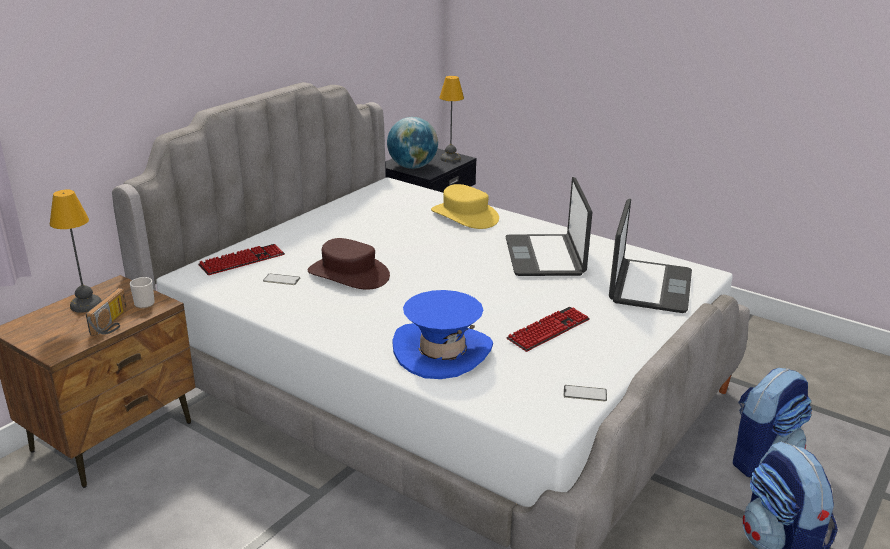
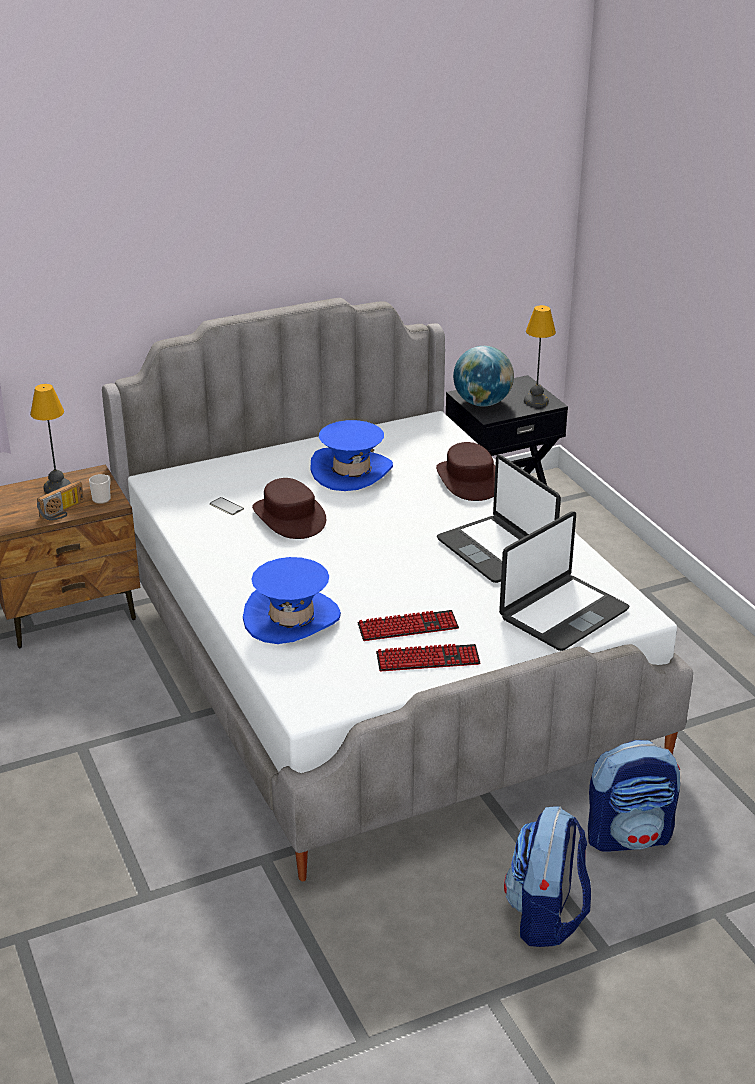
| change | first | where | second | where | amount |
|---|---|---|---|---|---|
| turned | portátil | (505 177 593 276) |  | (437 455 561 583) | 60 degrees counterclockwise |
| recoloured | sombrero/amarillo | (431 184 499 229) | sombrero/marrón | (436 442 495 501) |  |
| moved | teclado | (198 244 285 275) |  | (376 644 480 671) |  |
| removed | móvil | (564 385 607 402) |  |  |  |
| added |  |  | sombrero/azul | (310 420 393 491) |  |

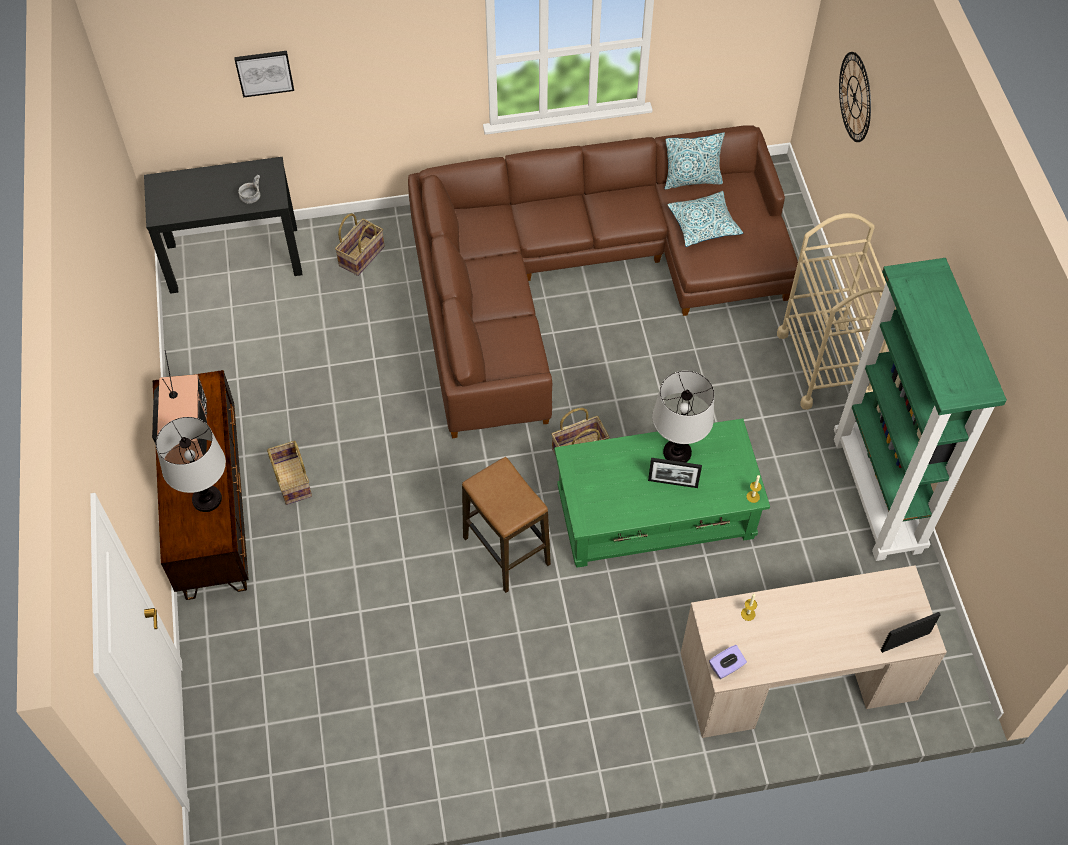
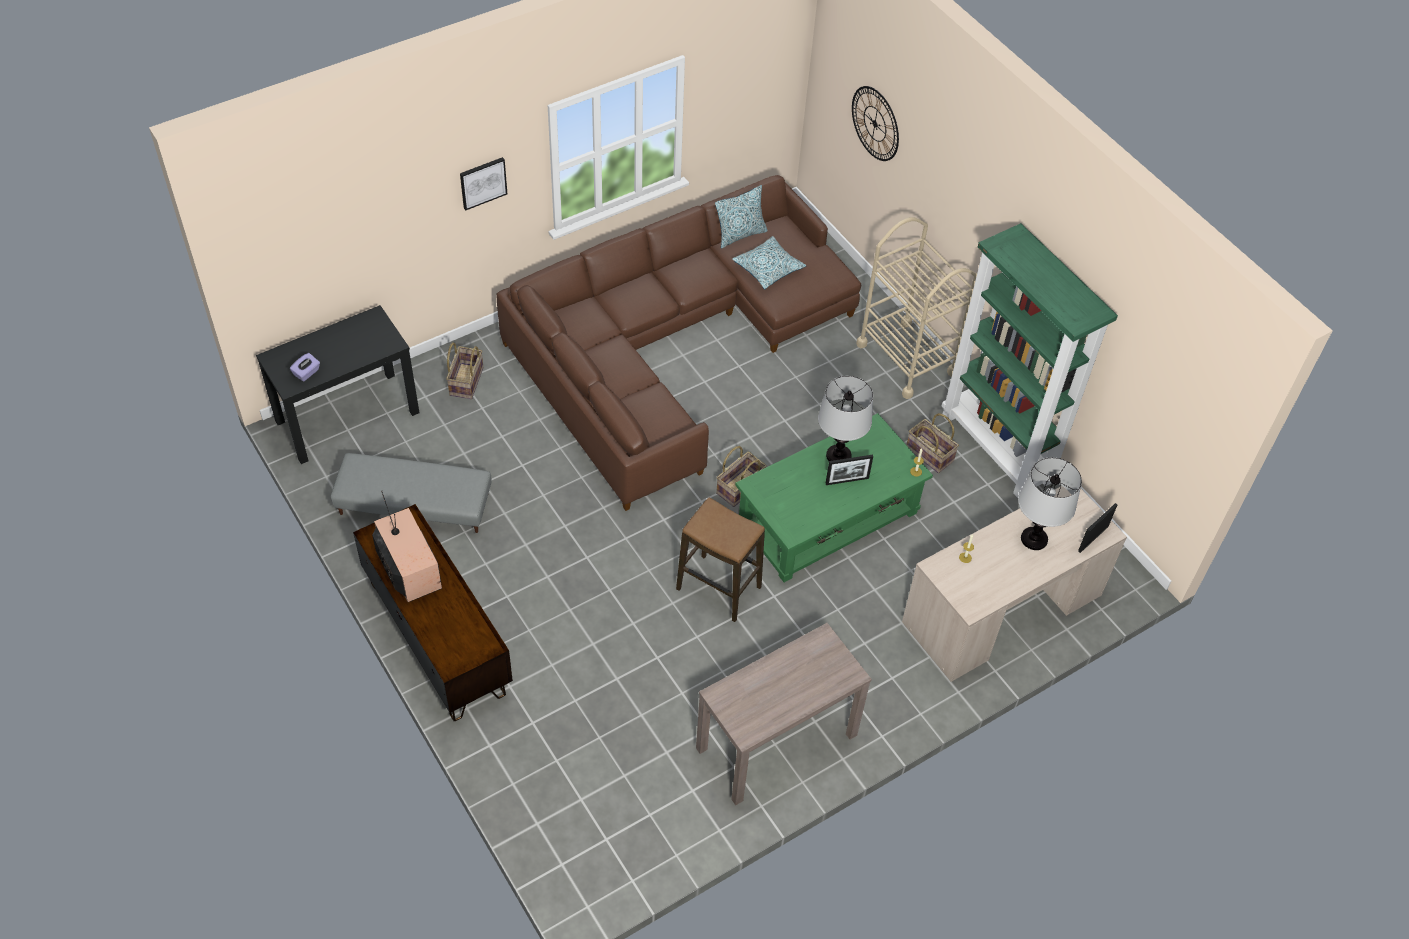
| change | first | where | second | where | amount |
|---|---|---|---|---|---|
| moved | cuadro | (234 51 294 98) |  | (460 157 507 210) |  |
| removed | cuenco/gris | (238 175 260 204) |  |  |  |
| moved | lámpara de mesa | (156 417 226 512) |  | (1018 457 1082 550) |  |
| moved | cesta | (267 441 312 505) |  | (907 413 959 473) |  |
| moved | caja de pañuelos/morado | (709 645 747 679) |  | (290 353 320 382) |  |
| added |  |  | puf/gris | (331 453 492 533) |  |
| added |  |  | mesa consola/marrón | (696 623 872 805) |  |

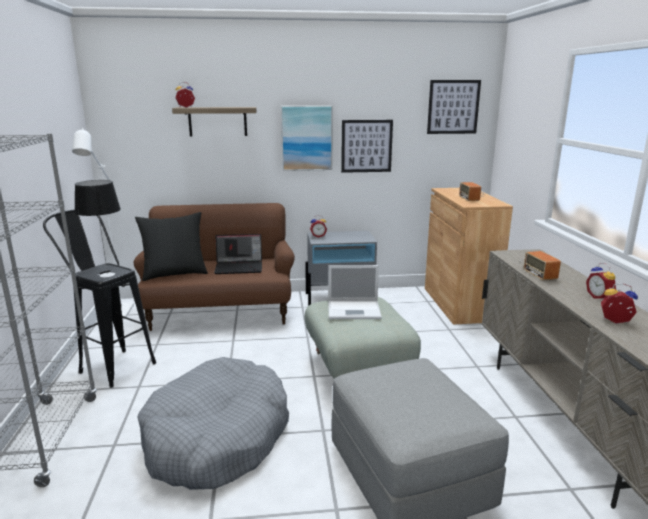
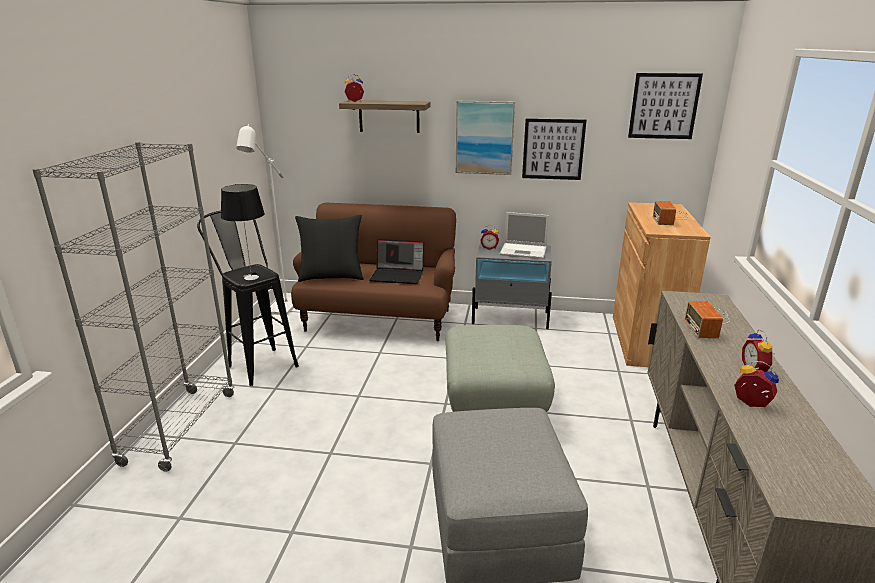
| change | first | where | second | where | amount |
|---|---|---|---|---|---|
| moved | portátil | (328 265 382 319) |  | (500 212 549 259) |  |
| removed | cama para perro/gris | (138 357 289 490) |  |  |  |

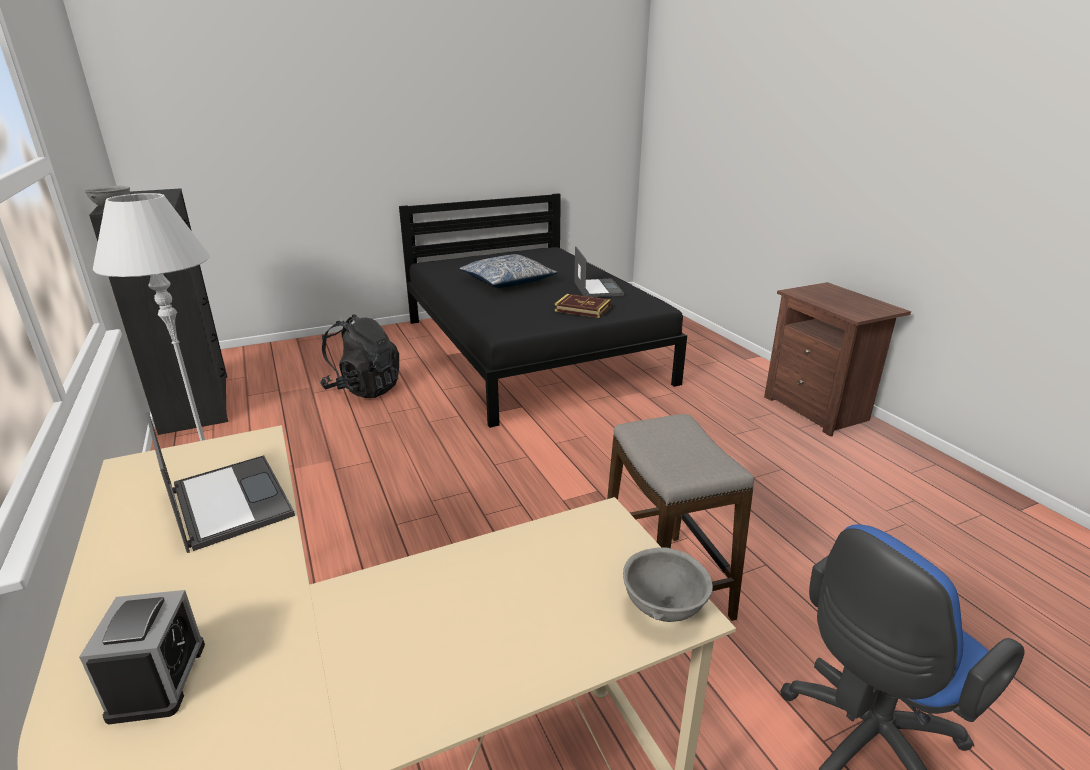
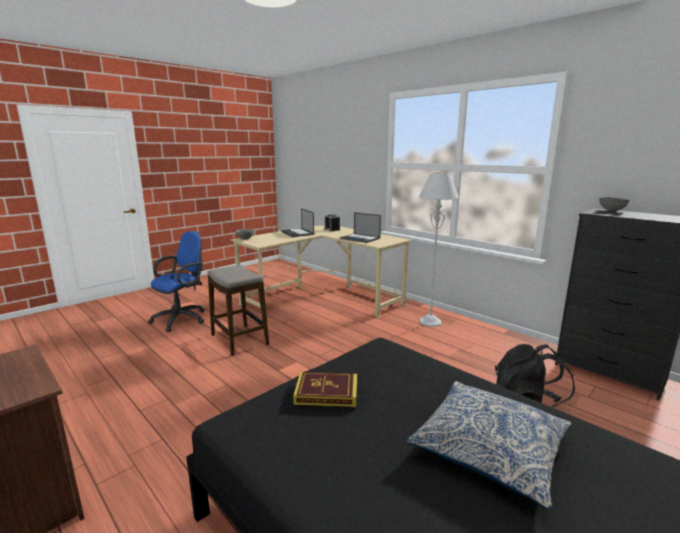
| change | first | where | second | where | amount |
|---|---|---|---|---|---|
| moved | portátil | (574 246 624 297) |  | (281 208 314 237) |  |

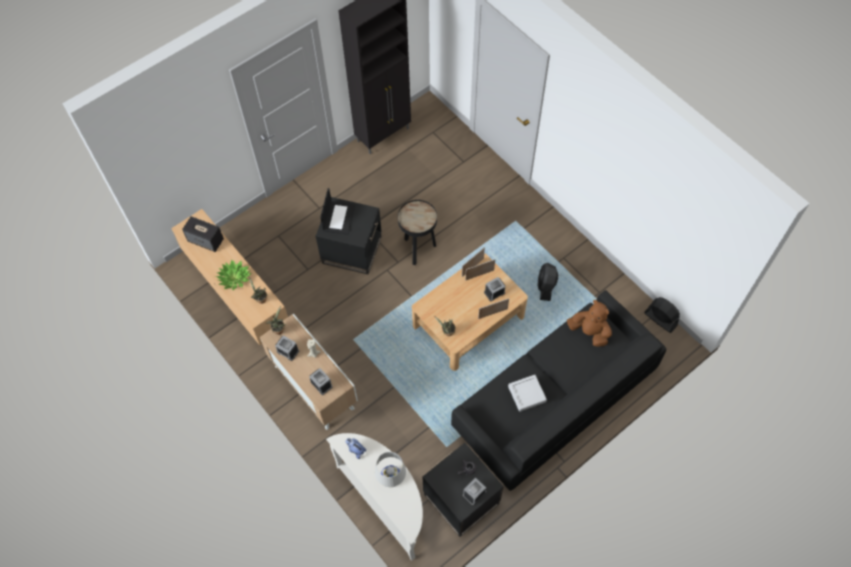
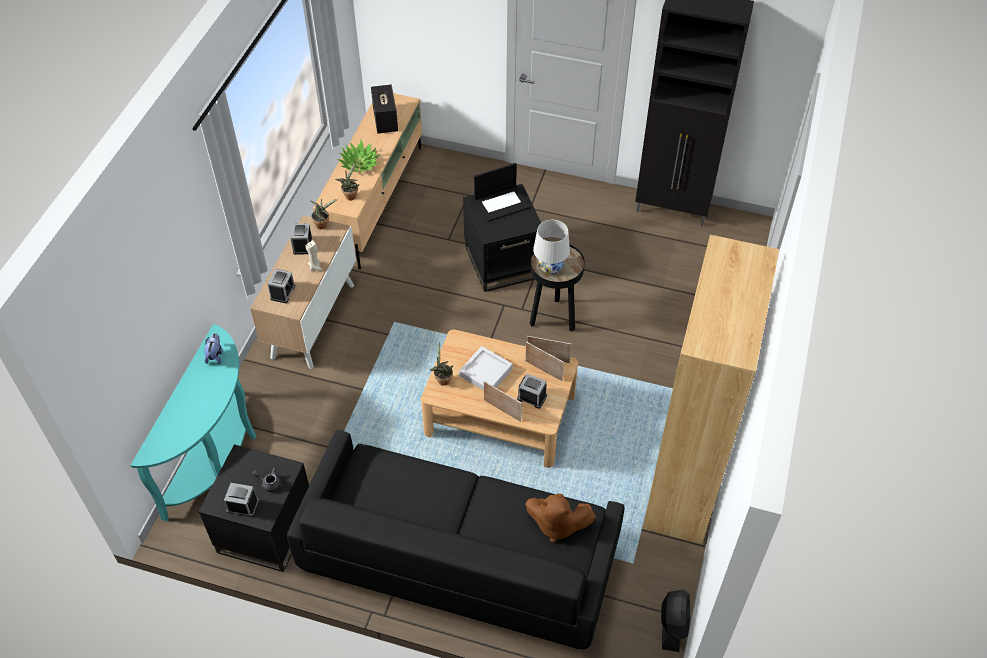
| change | first | where | second | where | amount |
|---|---|---|---|---|---|
| removed | ventilador/negro | (537 263 558 301) |  |  |  |
| turned | peluche/marrón | (567 300 612 347) |  | (525 493 596 542) | 105 degrees clockwise |
| moved | bandeja/gris | (508 375 547 412) |  | (459 346 513 391) |  |
| recoloured | mesa consola/blanco | (326 433 423 561) | mesa consola/turquesa | (131 324 256 522) |  |
| moved | lámpara de mesa/blanco | (375 452 406 487) |  | (533 220 570 274) |  |
| added |  |  | estantería/marrón | (643 235 779 544) |  |

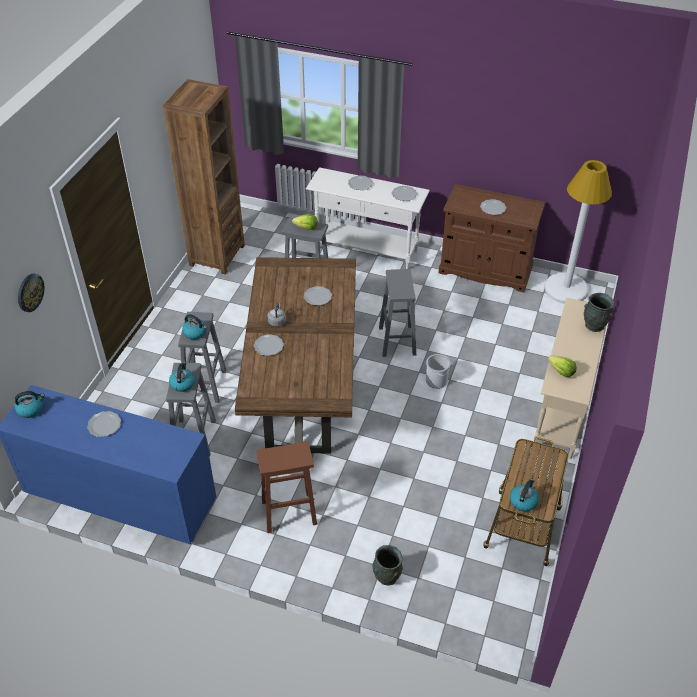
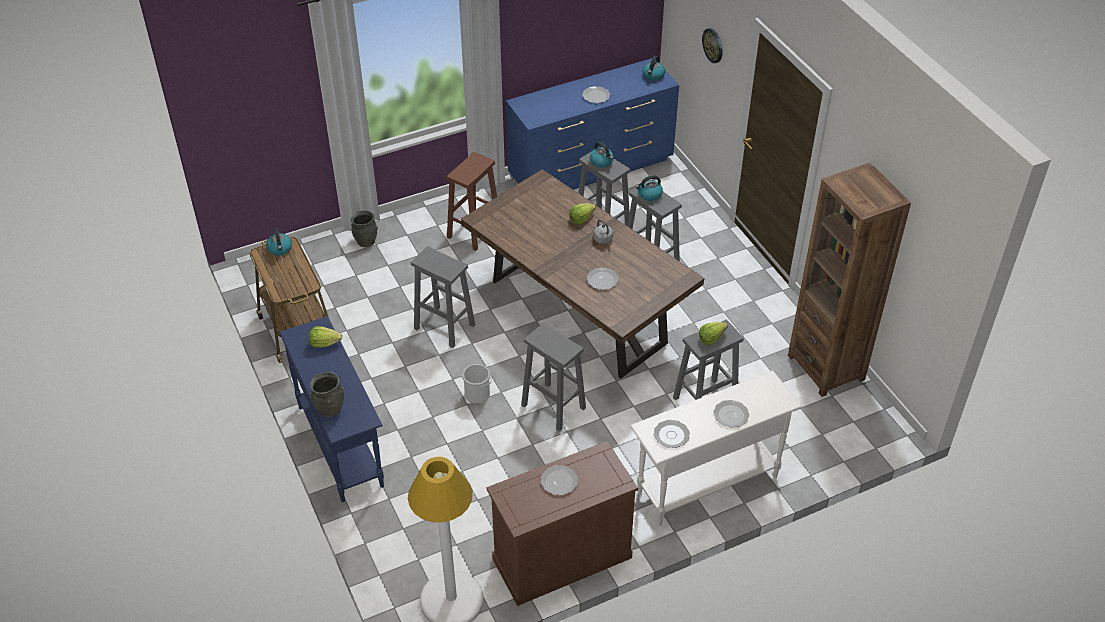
| change | first | where | second | where | amount |
|---|---|---|---|---|---|
| recoloured | mesa consola/beis | (534 298 607 459) | mesa consola/azul | (279 316 384 502) |  |
| replaced | plato | (254 334 284 356) | lechuga | (569 203 596 225) |  |
| added |  |  | taburete/gris | (411 246 475 348) |  |

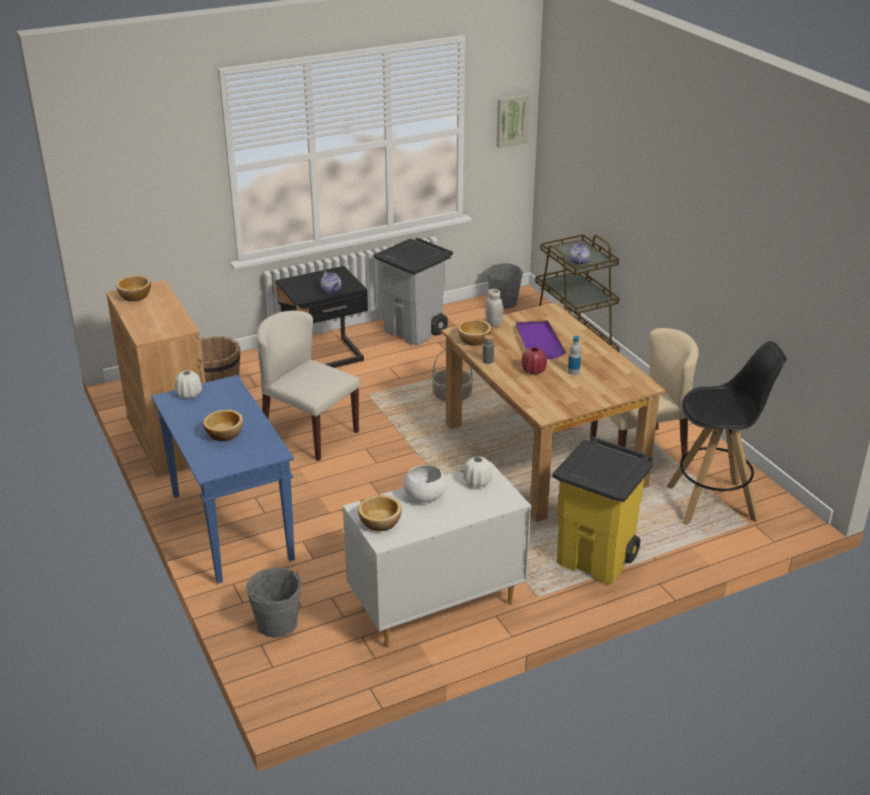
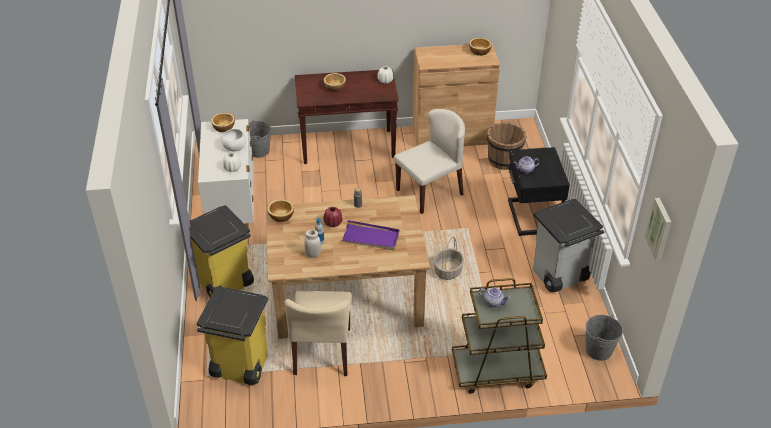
| change | first | where | second | where | amount |
|---|---|---|---|---|---|
| moved | tarro/blanco | (485 289 503 327) |  | (304 230 321 258) |  |
| moved | cuenco | (458 319 491 346) |  | (267 199 294 222) |  |
| replaced | taburete/negro | (666 341 787 525) | papelera/amarillo | (196 287 268 385) |  |
| recoloured | mesa consola/azul | (152 375 295 584) | mesa consola/marrón | (295 70 399 164) |  |

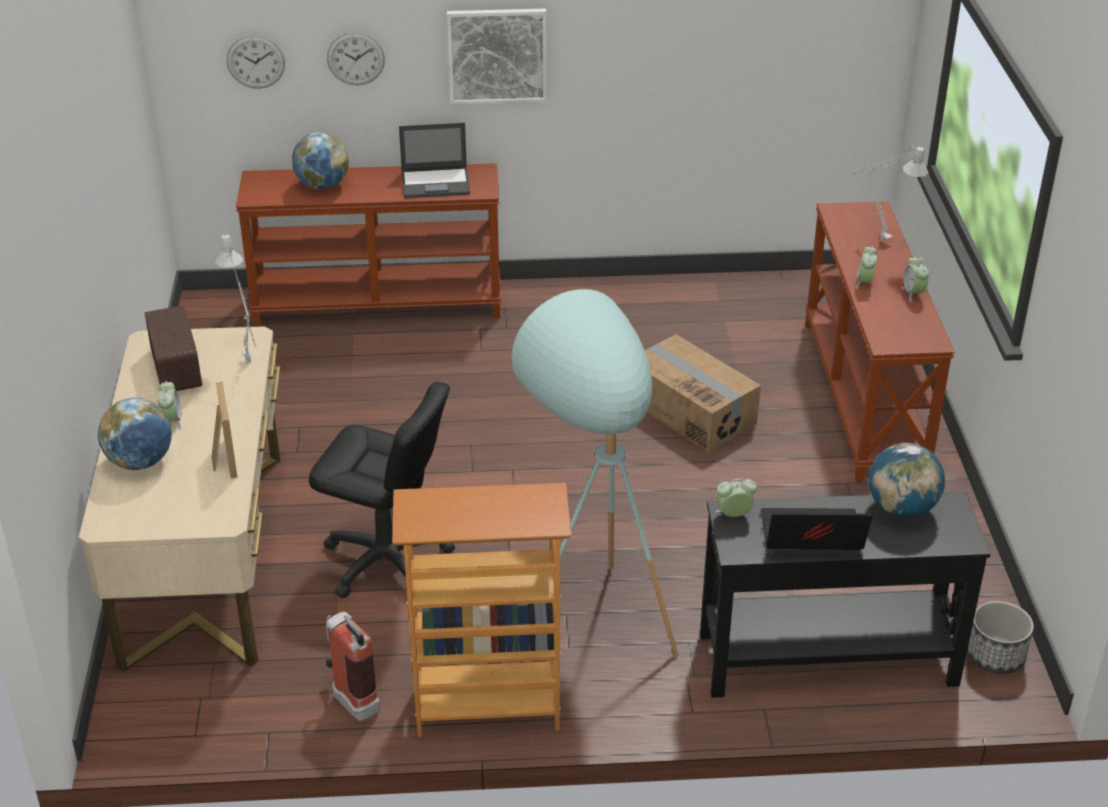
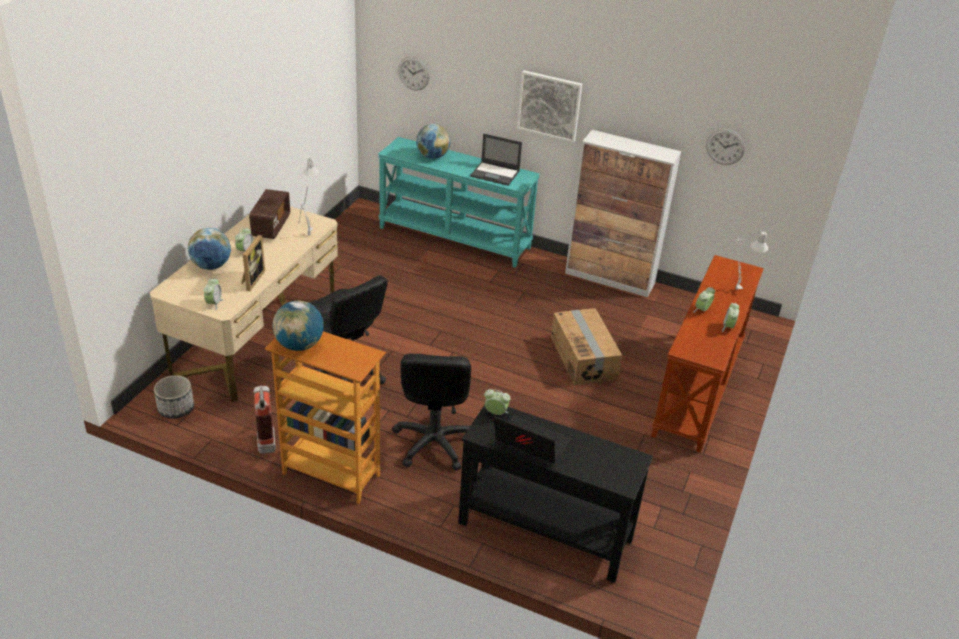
| change | first | where | second | where | amount |
|---|---|---|---|---|---|
| moved | reloj de pared | (327 32 385 85) |  | (706 129 745 165) |  |
| recoloured | mesa consola/marrón | (236 163 502 326) | mesa consola/turquesa | (378 137 540 268) |  |
| replaced | lámpara de pie/turquesa | (512 289 679 657) | silla de oficina/negro | (392 353 471 470) |  |
| moved | globo terráqueo | (869 443 945 518) |  | (273 300 324 351) |  |
| moved | maceta | (967 601 1034 674) |  | (154 375 194 419) |  |
| added |  |  | armario | (565 130 681 297) |  |
| added |  |  | despertador | (204 278 223 310) |  |

